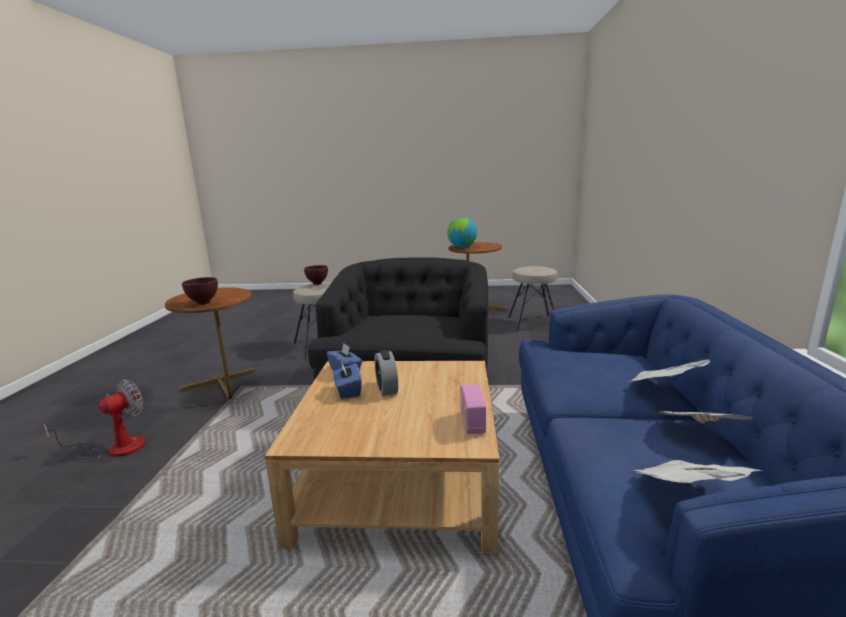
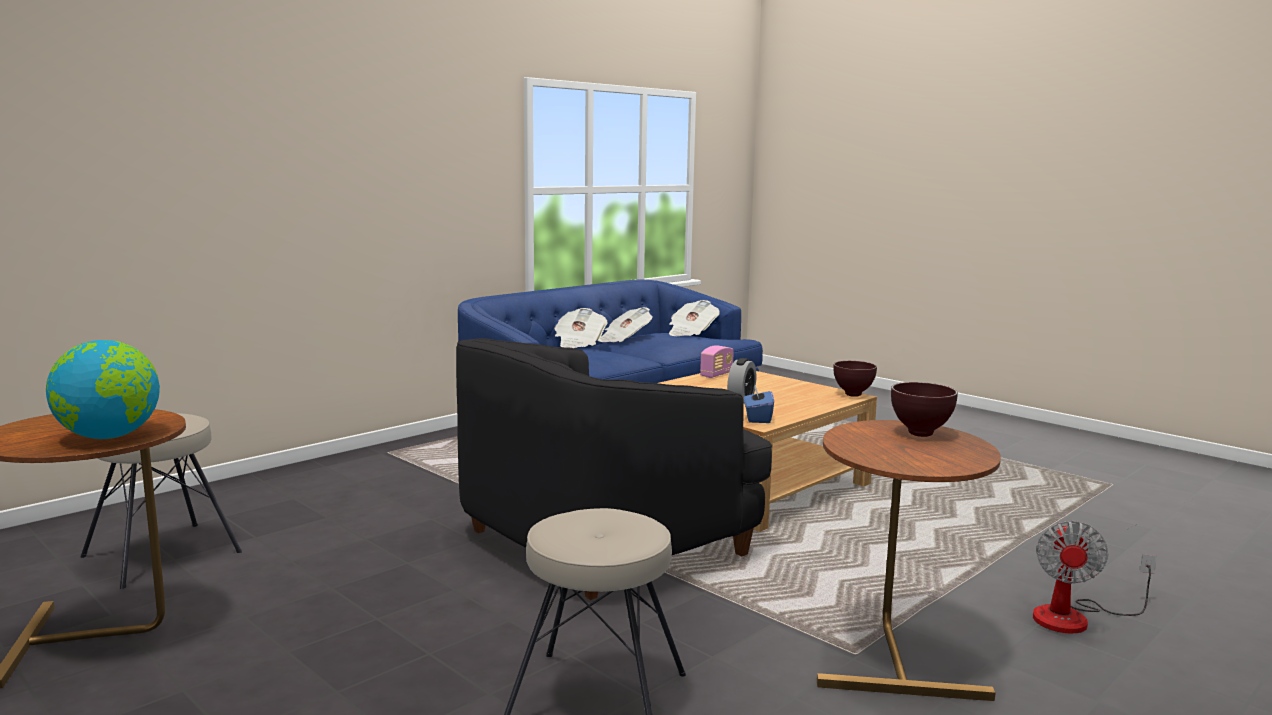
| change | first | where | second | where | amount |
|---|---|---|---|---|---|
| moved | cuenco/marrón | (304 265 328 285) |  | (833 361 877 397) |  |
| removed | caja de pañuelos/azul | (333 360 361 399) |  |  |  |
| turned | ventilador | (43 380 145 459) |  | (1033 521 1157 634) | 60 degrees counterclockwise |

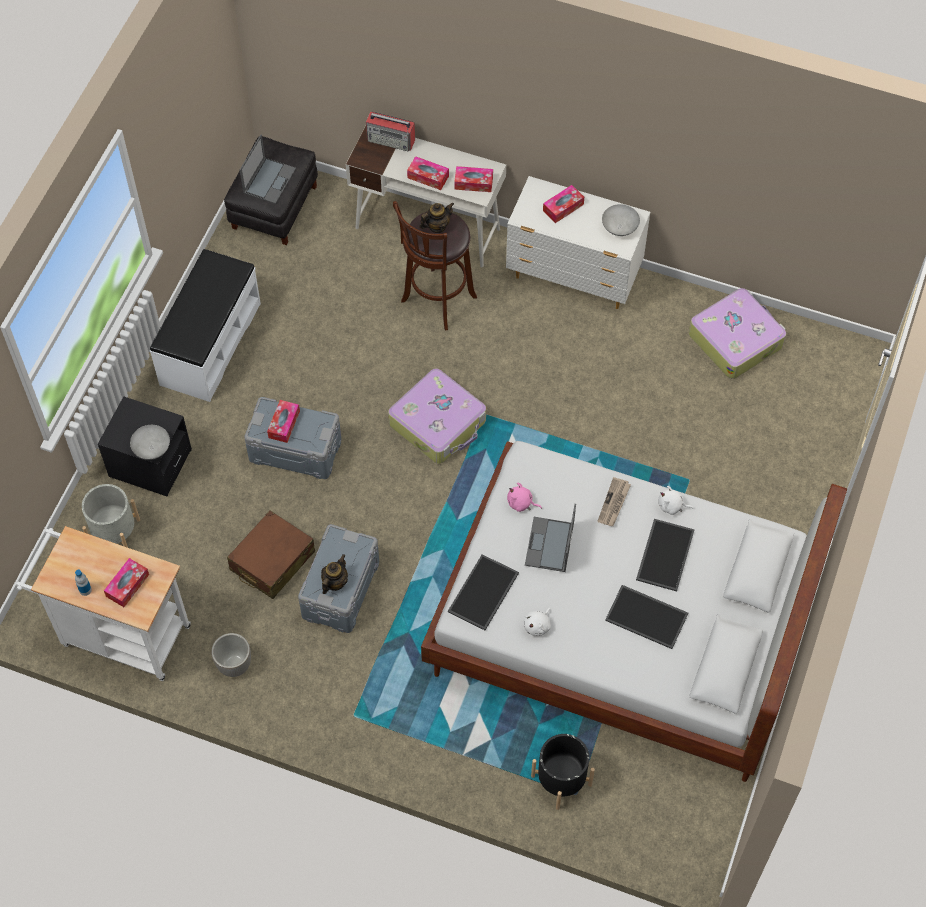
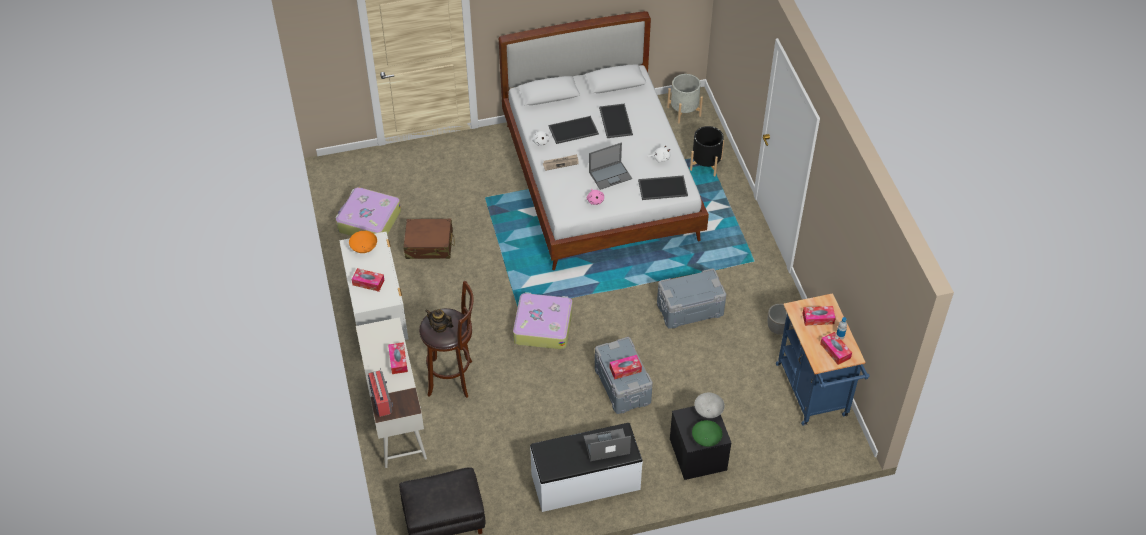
| change | first | where | second | where | amount |
|---|---|---|---|---|---|
| moved | portátil | (240 135 296 204) |  | (584 428 631 461) |  |
| moved | caja de pañuelos | (454 166 493 192) |  | (820 332 852 365) |  |
| recoloured | cuenco/gris | (602 204 640 236) | cuenco/naranja | (349 231 377 253) |  |
| moved | maceta/gris | (82 484 140 548) |  | (667 74 703 123) |  |
| moved | maleta/marrón | (227 510 315 599) |  | (403 218 455 259) |  |
| recoloured | carrito/blanco | (16 526 191 681) | carrito/azul | (776 293 870 426) |  |
| removed | tetera | (321 554 348 594) |  |  |  |
| added |  |  | cuenco/verde | (692 420 723 447) |  |

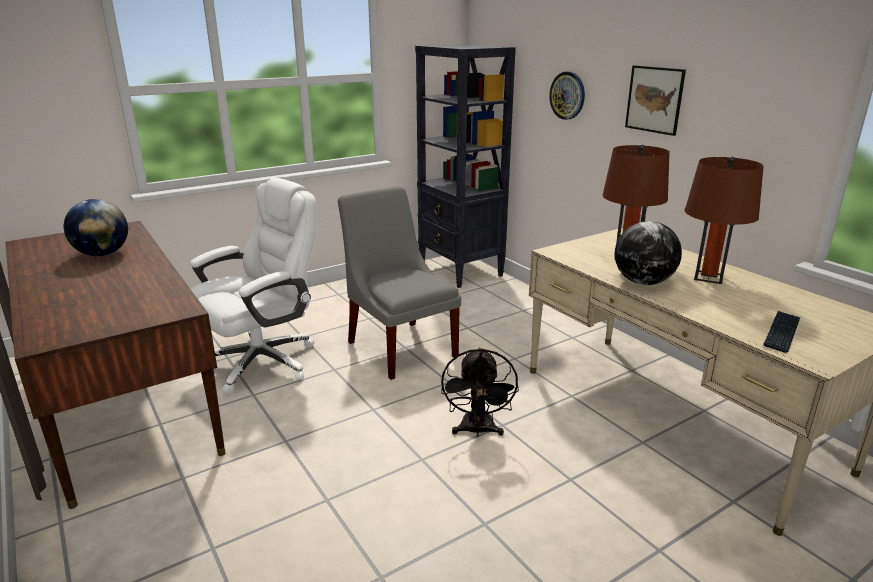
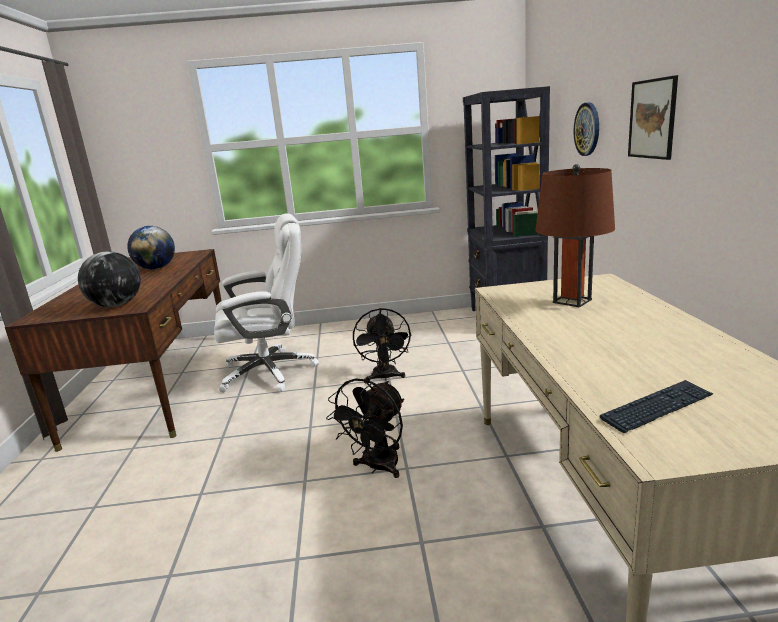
| change | first | where | second | where | amount |
|---|---|---|---|---|---|
| removed | lámpara de mesa/marrón | (685 157 764 284) |  |  |  |
| replaced | silla/gris | (338 186 461 380) | ventilador/negro | (353 308 412 381) |  |
| moved | globo terráqueo | (615 221 682 285) |  | (78 251 141 307) |  |

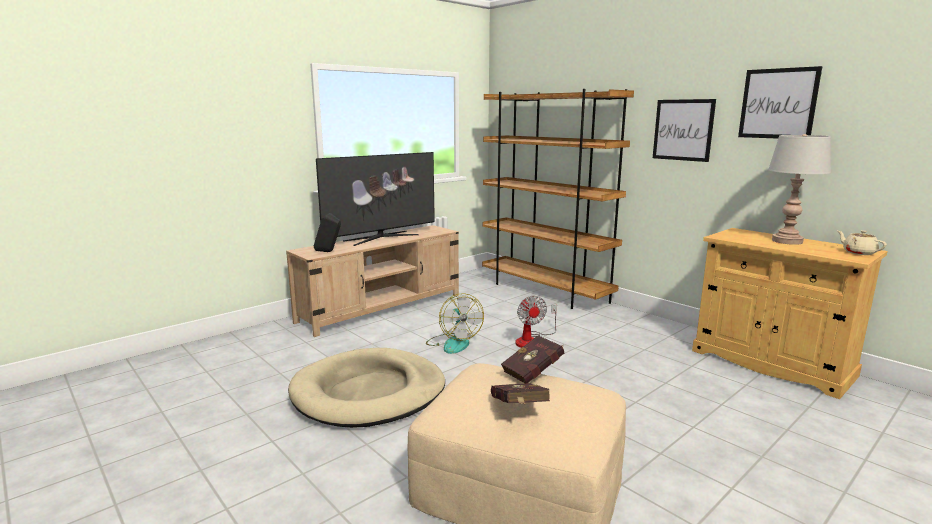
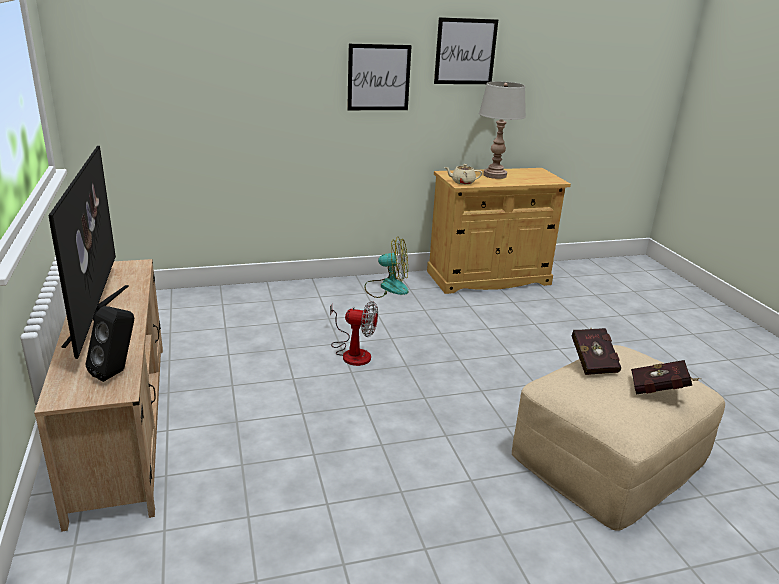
| change | first | where | second | where | amount |
|---|---|---|---|---|---|
| removed | estantería/marrón | (482 89 634 309) |  |  |  |
| moved | tetera/beis | (838 230 887 255) |  | (445 164 482 185) |  |
| moved | ventilador | (426 293 484 354) |  | (364 237 409 298) |  |
| removed | cama para perro/beis | (288 348 445 428) |  |  |  |

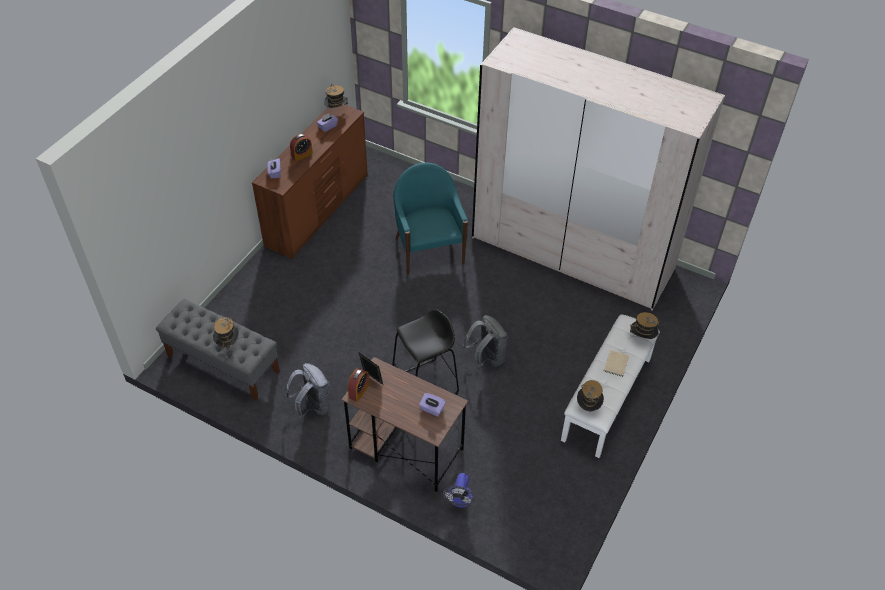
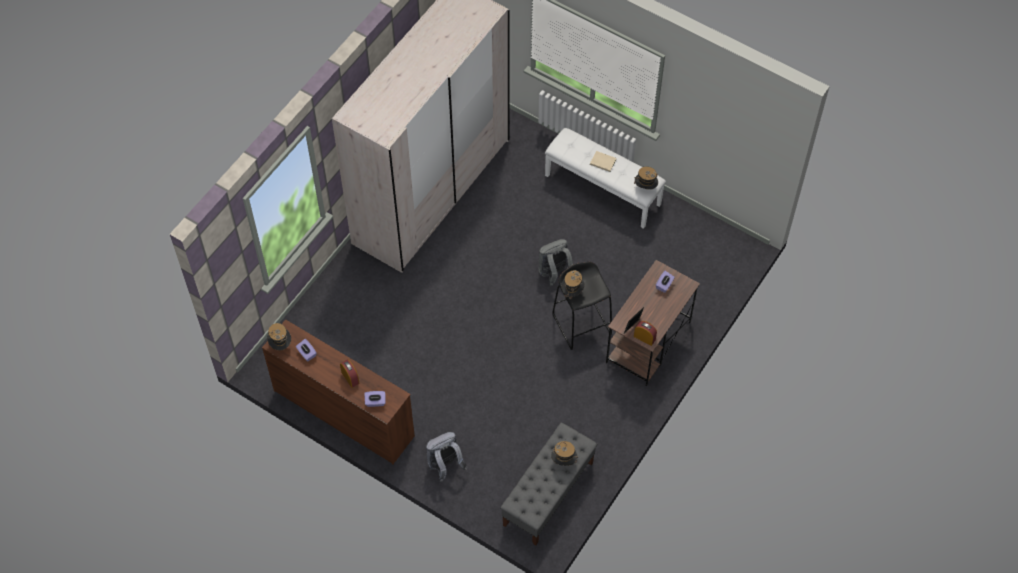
| change | first | where | second | where | amount |
|---|---|---|---|---|---|
| removed | sillón/turquesa | (393 162 468 275) |  |  |  |
| moved | sombrero | (630 312 659 339) |  | (561 270 585 303) |  |
| moved | mochila/gris | (285 363 331 419) |  | (426 432 467 482) |  |
| removed | ventilador | (443 473 475 507) |  |  |  |

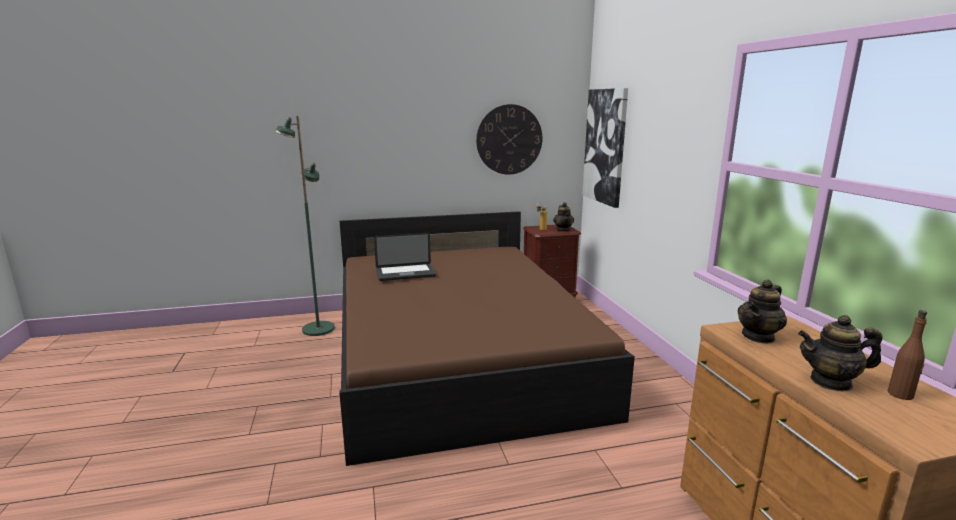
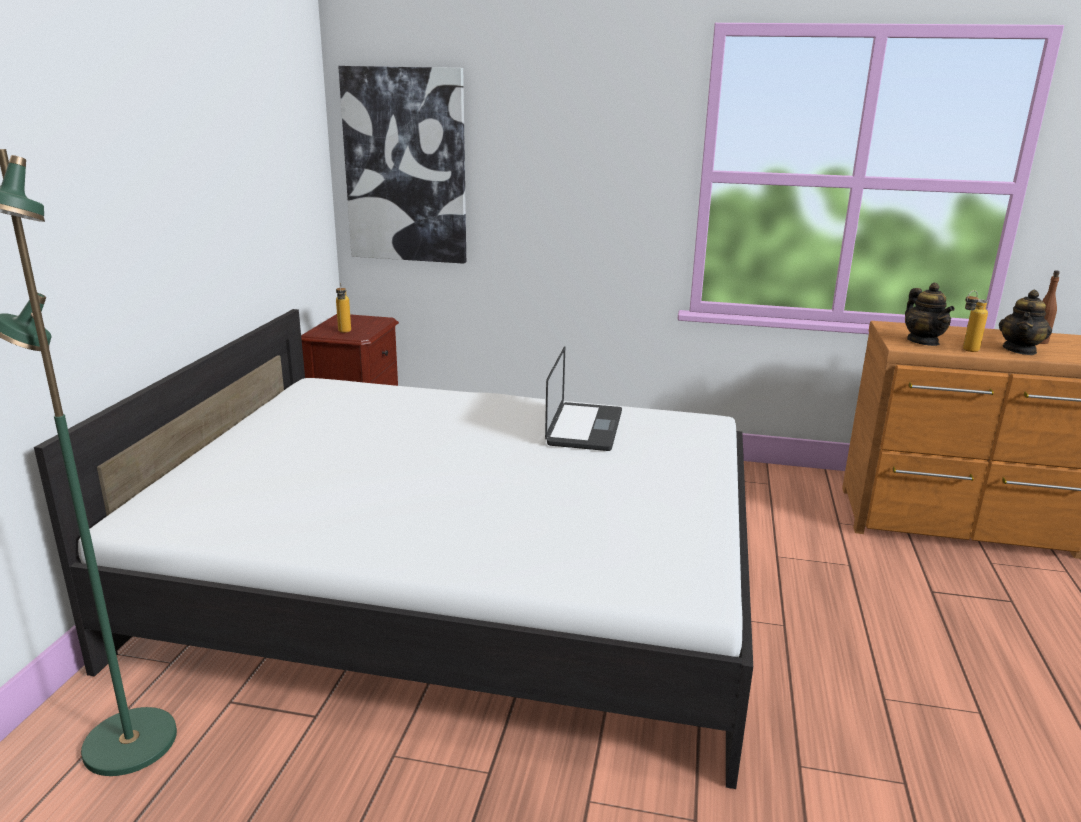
| change | first | where | second | where | amount |
|---|---|---|---|---|---|
| removed | reloj de pared | (476 104 542 175) |  |  |  |
| removed | tetera | (553 202 574 232) |  |  |  |
| recoloured | cama/marrón | (339 211 635 466) | cama/blanco | (34 309 753 789) |  |
| moved | portátil | (374 232 436 281) |  | (545 346 622 451) |  |
| added |  |  | botella | (963 290 988 352) |  |

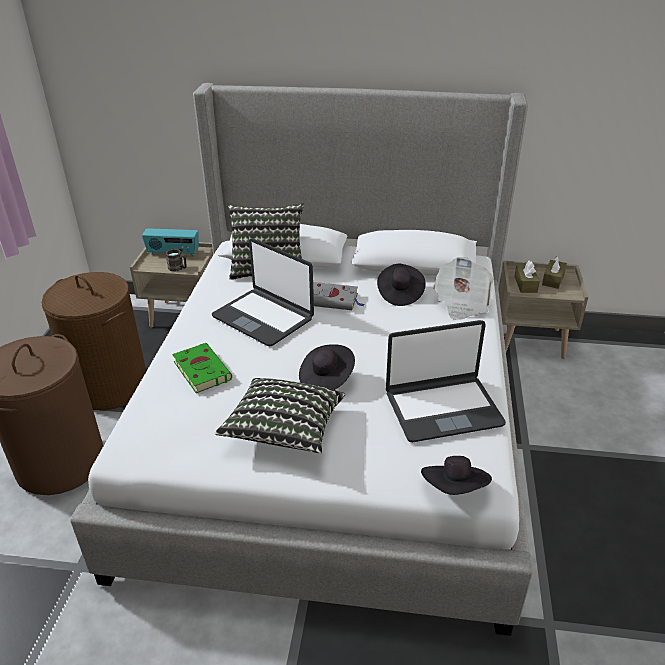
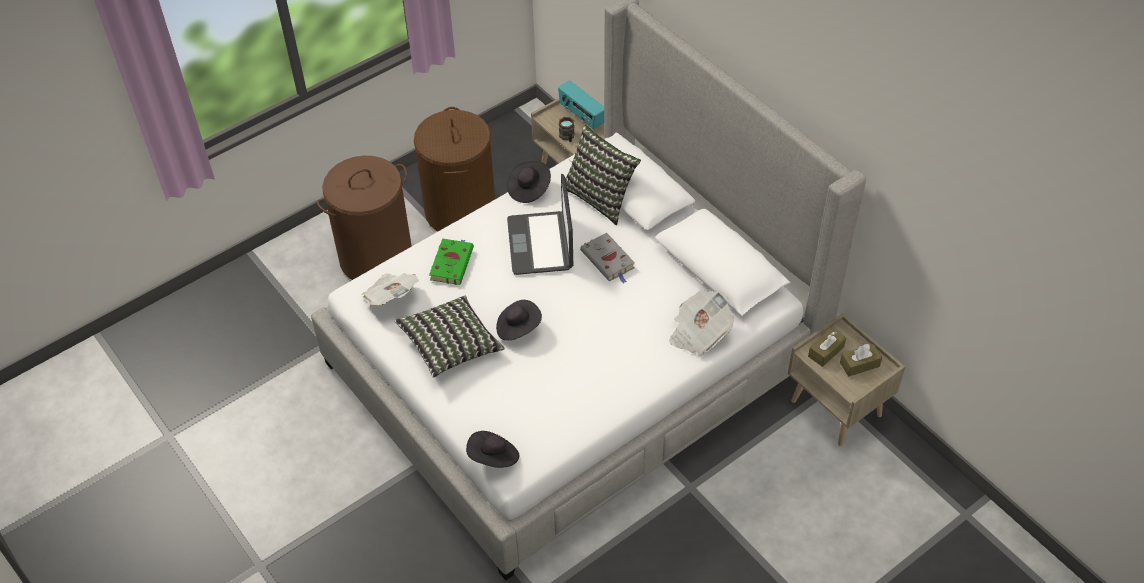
| change | first | where | second | where | amount |
|---|---|---|---|---|---|
| moved | sombrero/negro | (377 264 426 306) |  | (507 161 551 203) |  |
| removed | portátil | (386 320 506 442) |  |  |  |
| added |  |  | periódico | (361 273 419 305) |  |

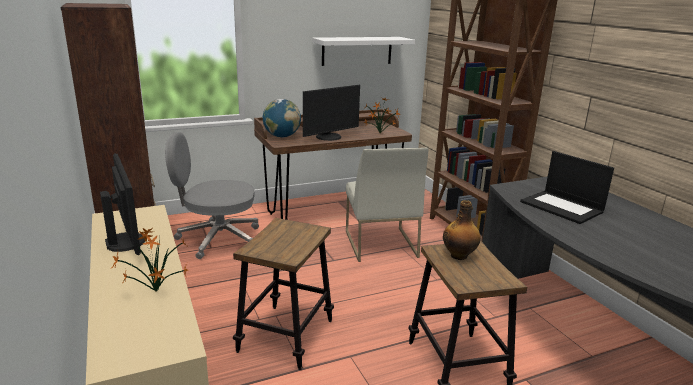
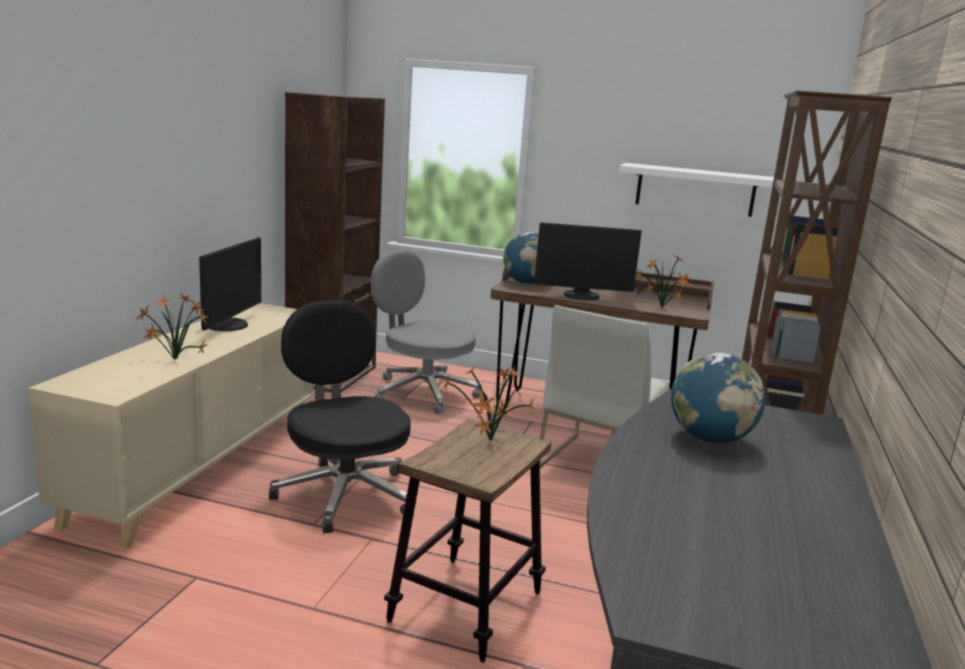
| change | first | where | second | where | amount |
|---|---|---|---|---|---|
| replaced | portátil | (520 151 614 224) | globo terráqueo | (671 353 765 443) |  |
| replaced | botella | (443 200 481 260) | planta en maceta | (442 364 535 441) |  |
| replaced | taburete | (233 218 334 370) | silla de oficina/negro | (269 300 415 534) |  |

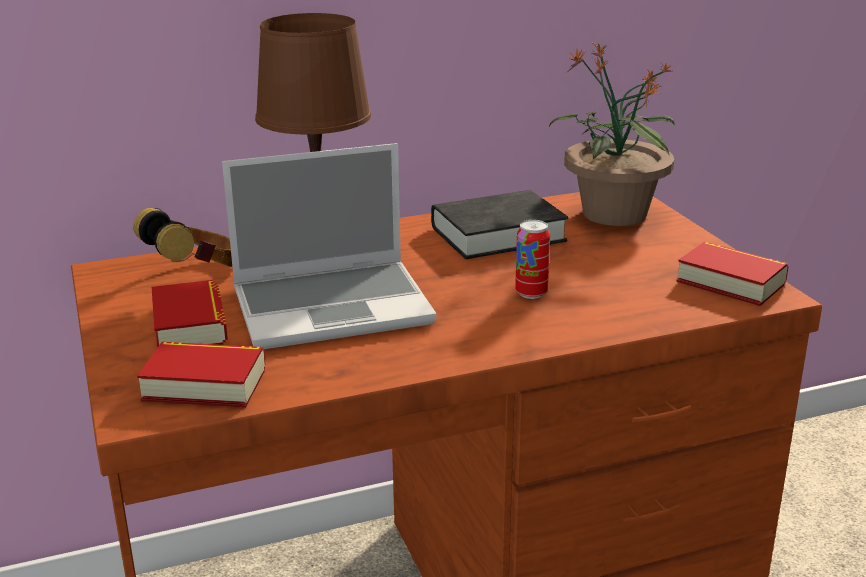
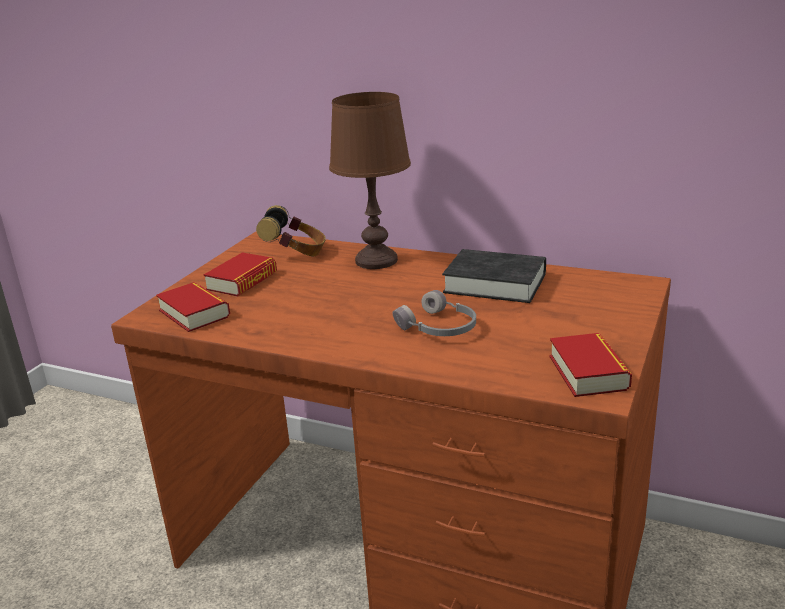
| change | first | where | second | where | amount |
|---|---|---|---|---|---|
| removed | planta en maceta | (549 42 675 226) |  |  |  |
| removed | portátil | (222 143 437 349) |  |  |  |
| replaced | lata | (515 220 550 299) | auriculares/gris | (392 290 476 336) |  |

